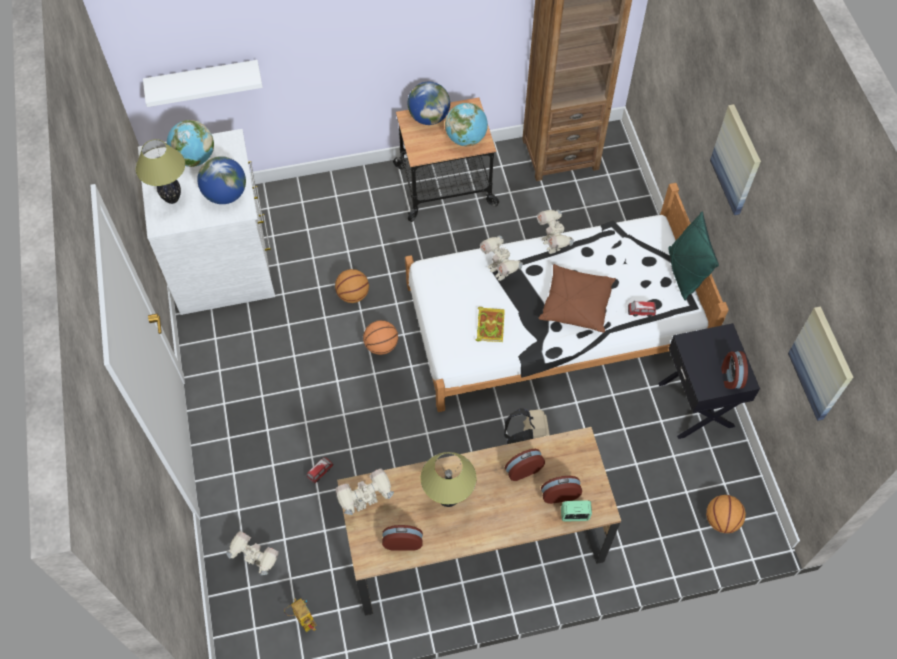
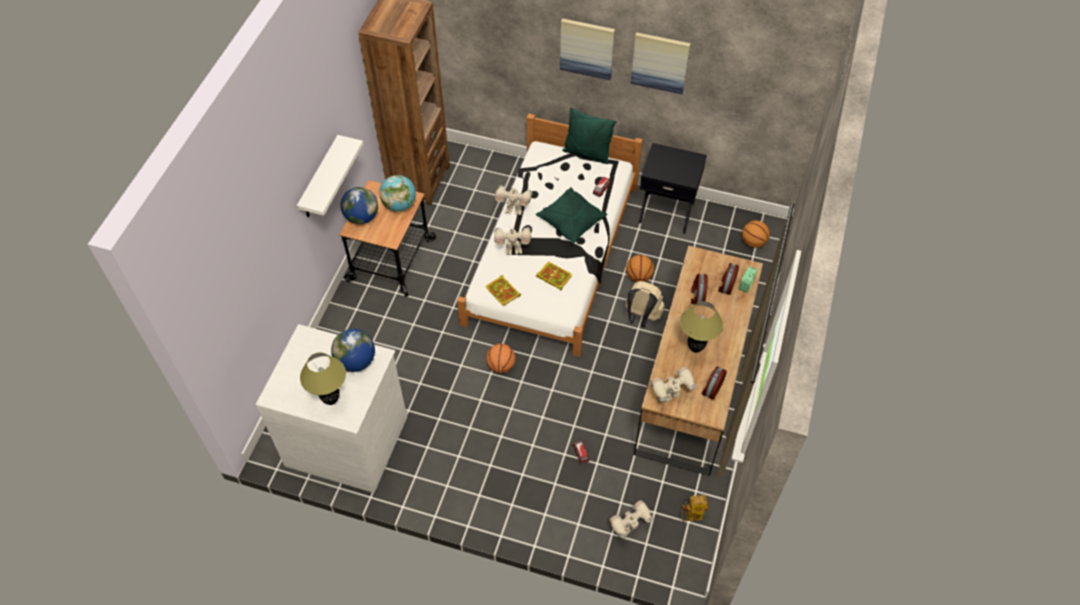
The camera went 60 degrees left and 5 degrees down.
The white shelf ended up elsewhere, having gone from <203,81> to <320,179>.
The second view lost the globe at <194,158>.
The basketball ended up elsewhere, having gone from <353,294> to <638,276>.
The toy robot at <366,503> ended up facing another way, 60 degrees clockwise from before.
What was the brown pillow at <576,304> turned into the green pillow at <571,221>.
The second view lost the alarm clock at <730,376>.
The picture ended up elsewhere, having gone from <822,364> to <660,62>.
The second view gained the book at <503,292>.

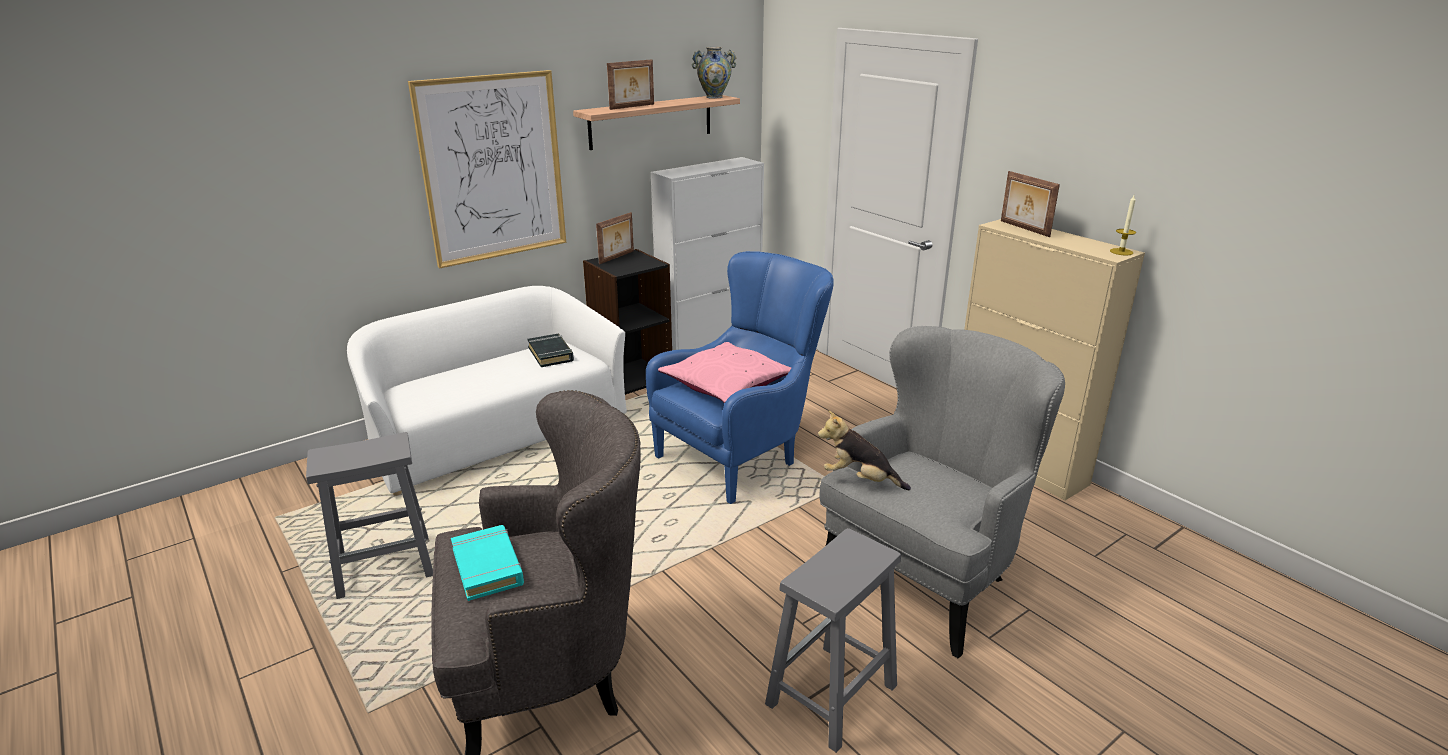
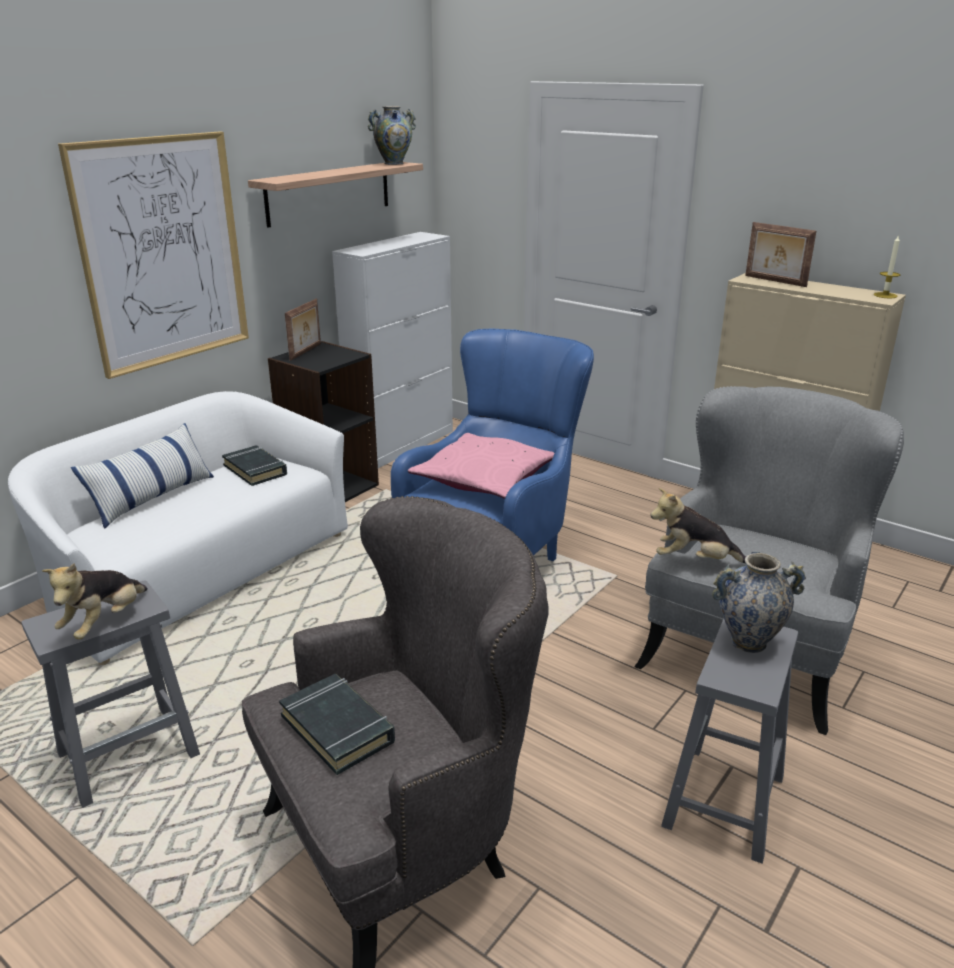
The camera went 15 degrees left and 0 degrees up.
What was the turquoise book at <488,567> turned into the black book at <338,728>.
The second view lost the picture frame at <632,107>.
The second view gained the plush toy at <104,622>.
The second view gained the pillow at <152,498>.
The second view gained the vase at <748,642>.

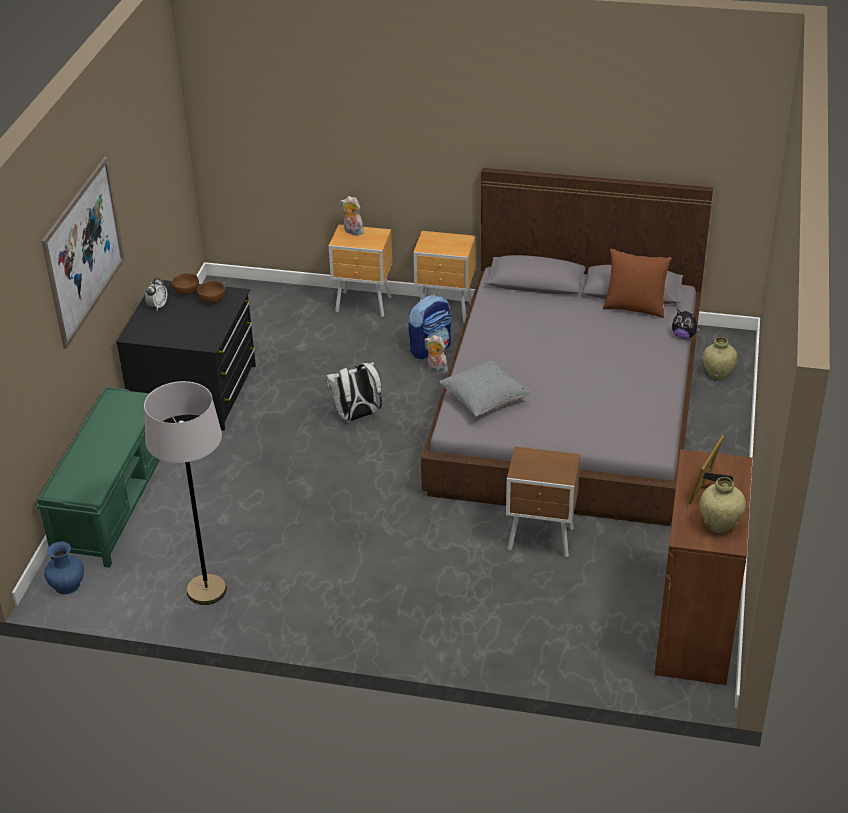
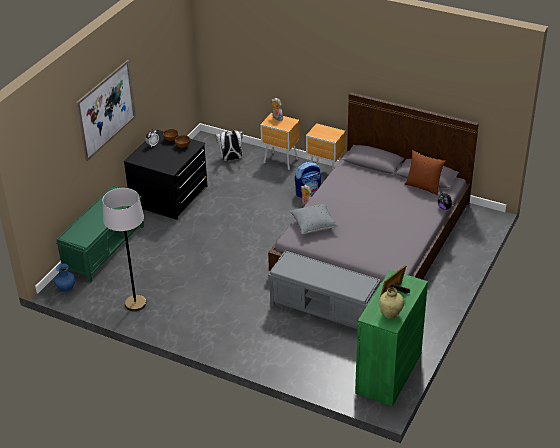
The camera went 15 degrees right and 0 degrees up.
The white backpack ended up elsewhere, having gone from <356,416> to <231,159>.
Where the brown nightstand stood at <542,540>, the grey bench came to stand at <325,310>.
What was the brown cabinet at <694,628> turned into the green cabinet at <388,373>.
The second view lost the beige vase at <717,374>.

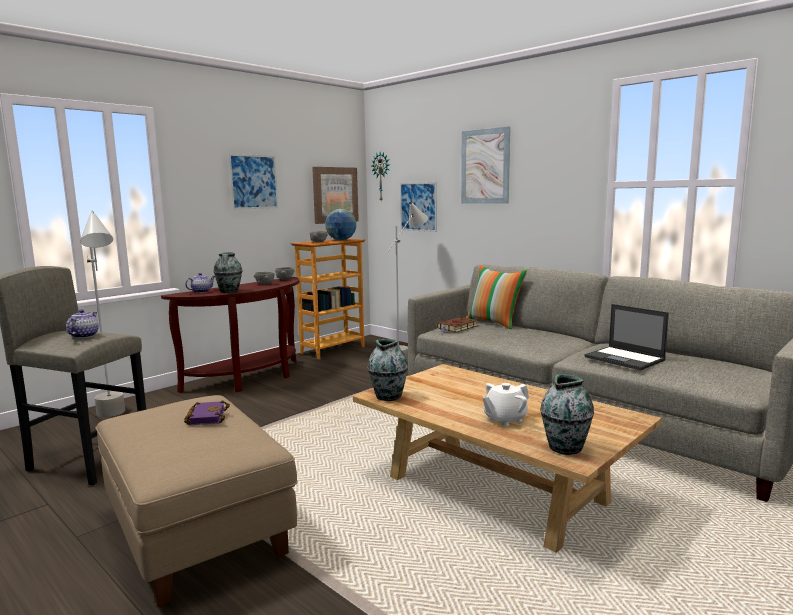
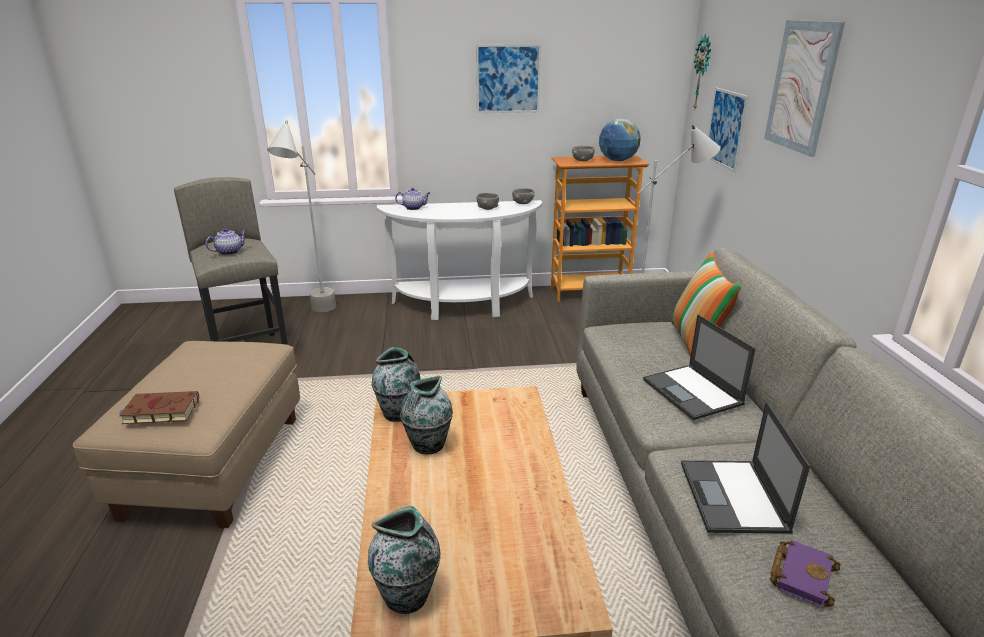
The camera went 40 degrees right and 15 degrees up.
What was the brown console table at <250,379> turned into the white console table at <463,307>.
The purple book ended up elsewhere, having gone from <206,417> to <801,574>.
The vase ended up elsewhere, having gone from <229,292> to <427,445>.
The second view lost the picture at <335,195>.
The brown book ended up elsewhere, having gone from <457,327> to <159,411>.
The second view lost the white teapot at <504,419>.
The second view gained the laptop at <693,392>.

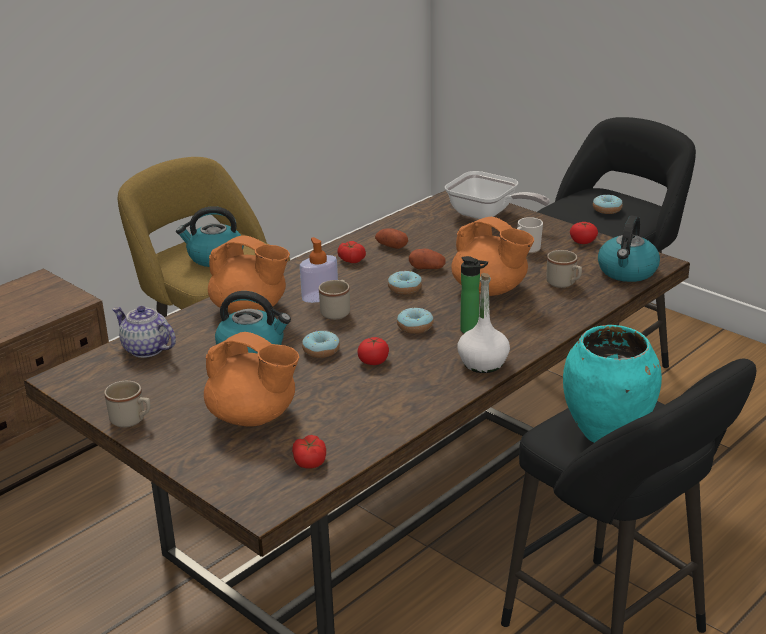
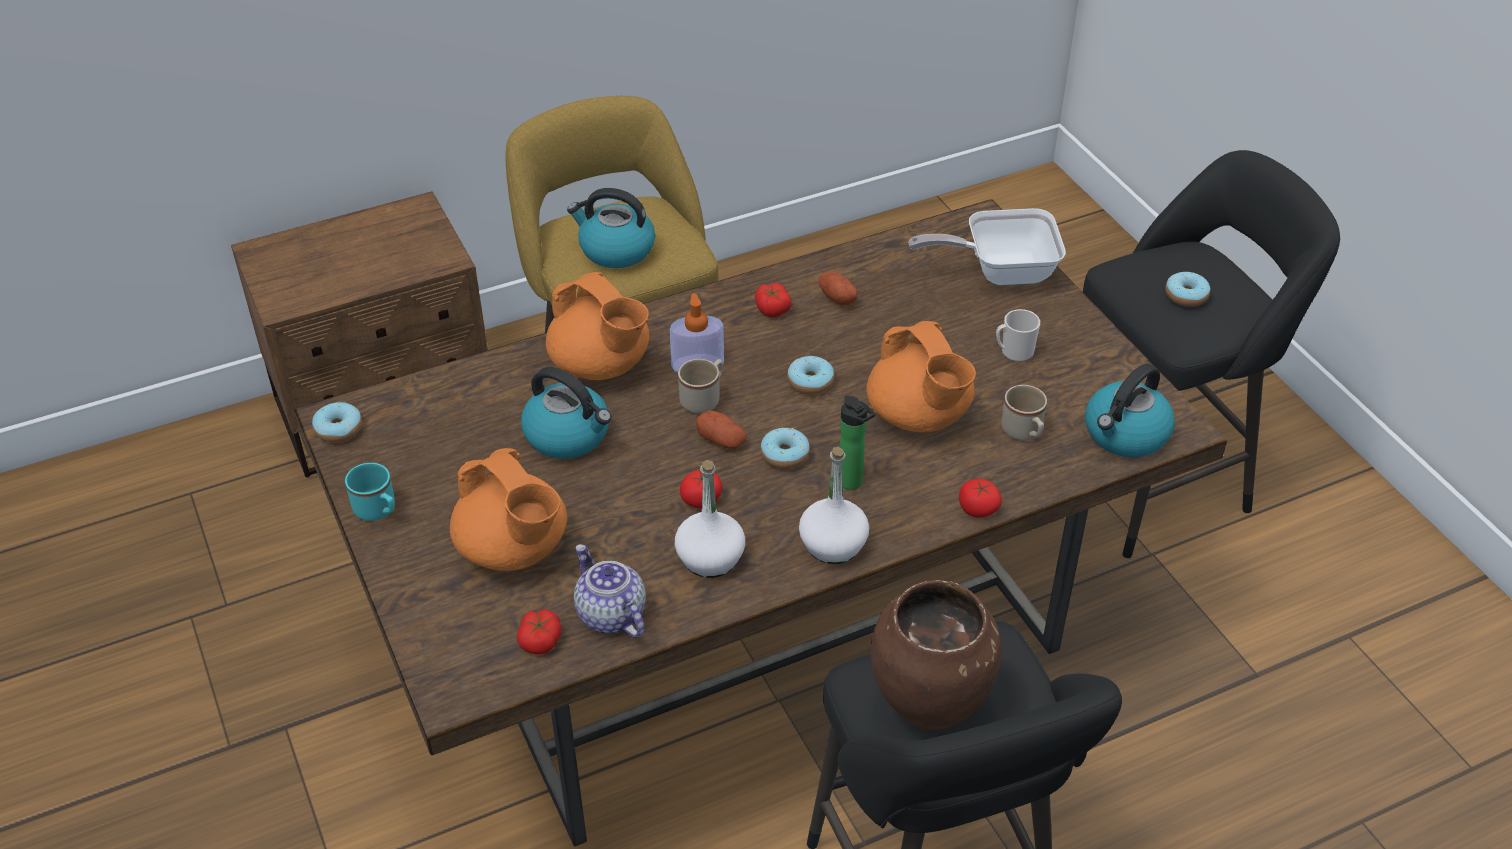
The camera went 20 degrees right and 15 degrees up.
What was the beige mug at <132,420> turned into the turquoise mug at <378,511>.
The teapot ended up elsewhere, having gone from <145,349> to <610,614>.
The donut ended up elsewhere, having gone from <321,351> to <339,429>.
The potato ended up elsewhere, having gone from <427,268> to <721,440>.
The frying pan at <487,215> ended up facing another way, 120 degrees clockwise from before.
What was the turquoise vase at <607,433> turned into the brown vase at <930,705>.
The tomato ended up elsewhere, having gone from <583,241> to <978,508>.
The second view gained the white bottle at <710,558>.

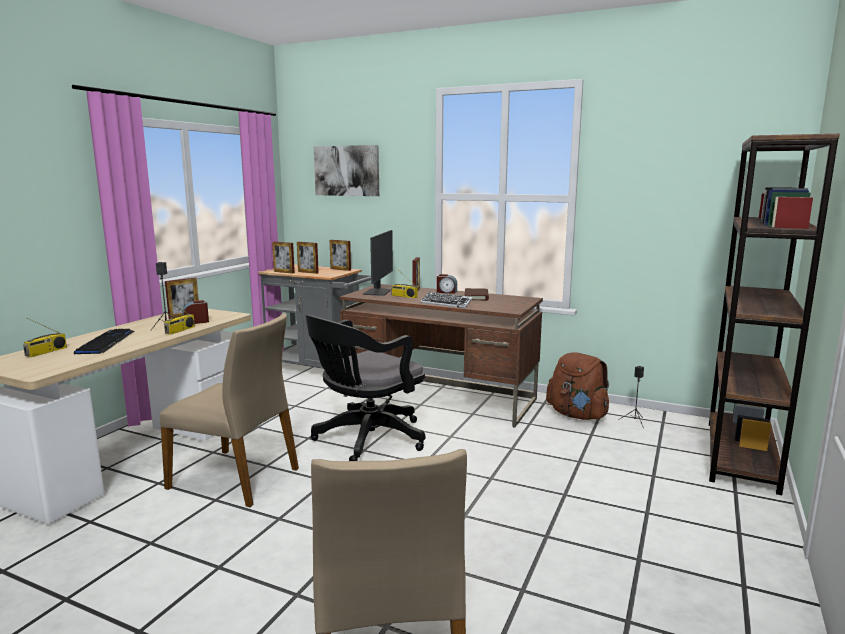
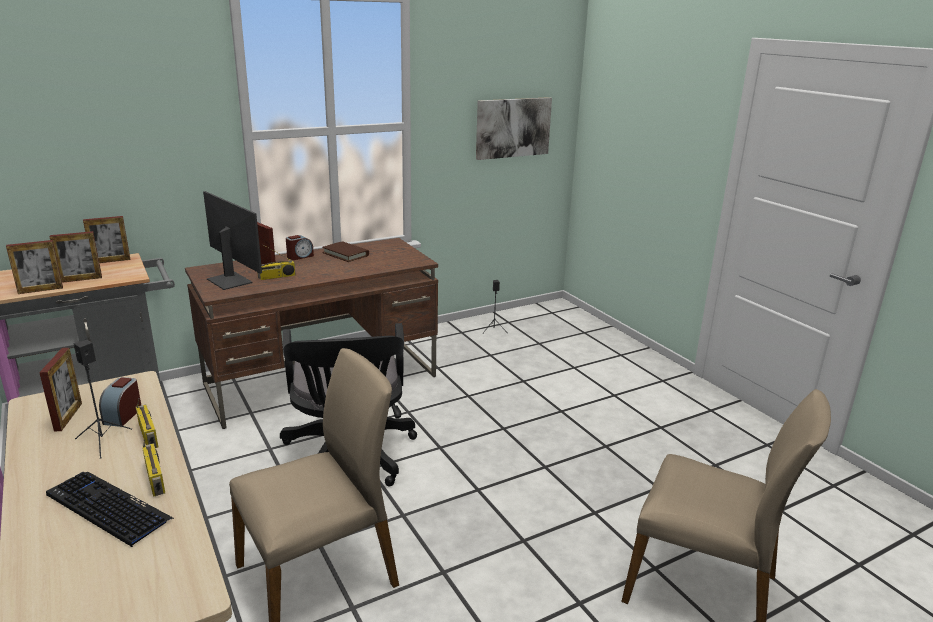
The camera went 55 degrees left and 10 degrees up.
The radio ended up elsewhere, having gone from <46,352> to <156,479>.
The picture ended up elsewhere, having gone from <347,171> to <513,127>.
The second view lost the keyboard at <446,303>.
The second view lost the brown backpack at <577,415>.
The second view lost the brown bookcase at <741,455>.

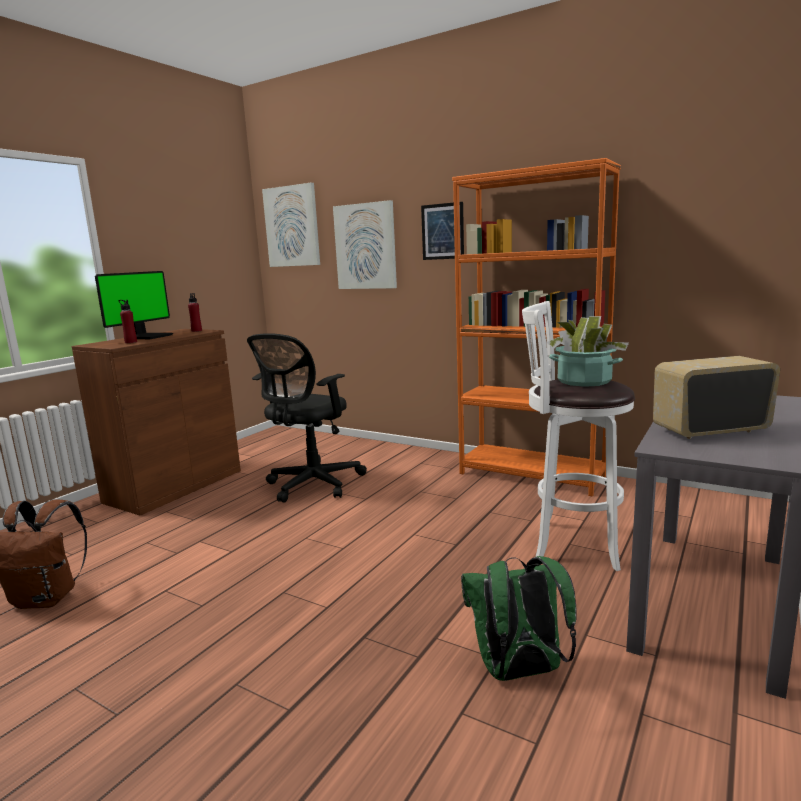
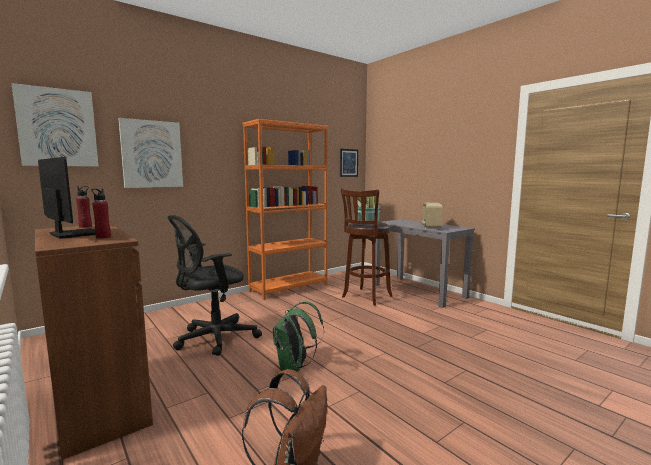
The camera went 70 degrees left and 5 degrees down.
The black office chair at <311,485> ended up facing another way, 90 degrees clockwise from before.
The picture ended up elsewhere, having gone from <442,231> to <349,163>.
The green backpack ended up elsewhere, having gone from <518,672> to <295,367>.
What was the white stool at <571,543> turned into the brown stool at <365,297>.

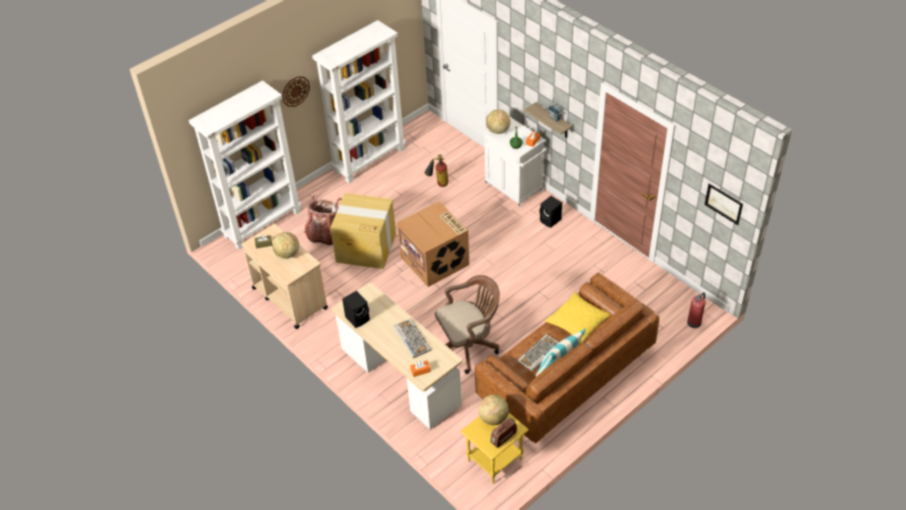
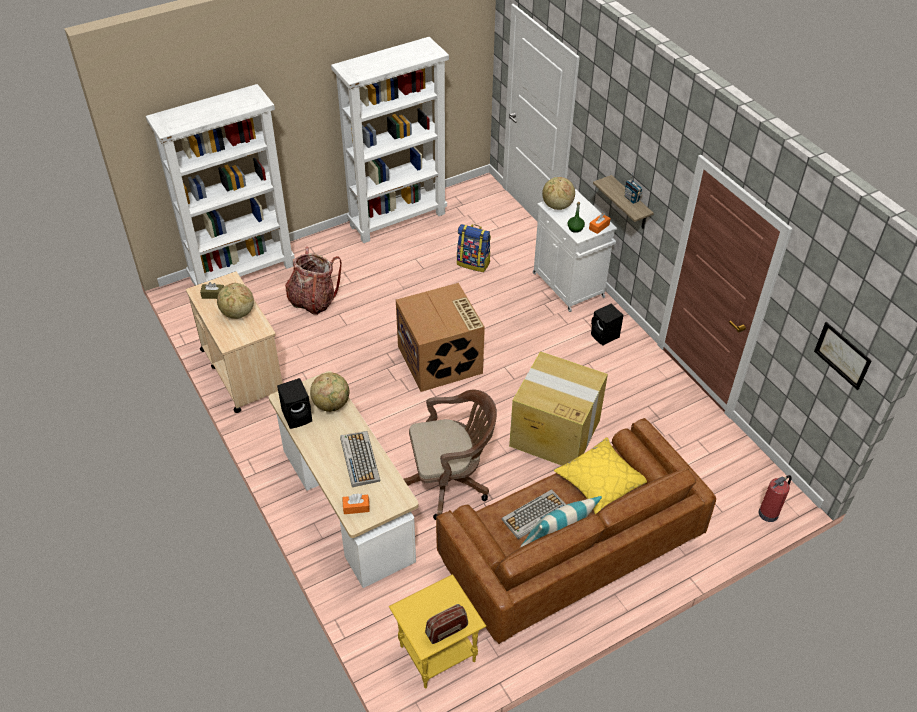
The camera went 10 degrees right and 0 degrees up.
The second view lost the wall clock at <295,91>.
The cardboard box ended up elsewhere, having gone from <365,248> to <554,432>.
Where the fire extinguisher stood at <438,183>, the backpack came to stand at <473,263>.
The globe ended up elsewhere, having gone from <494,418> to <331,404>.

